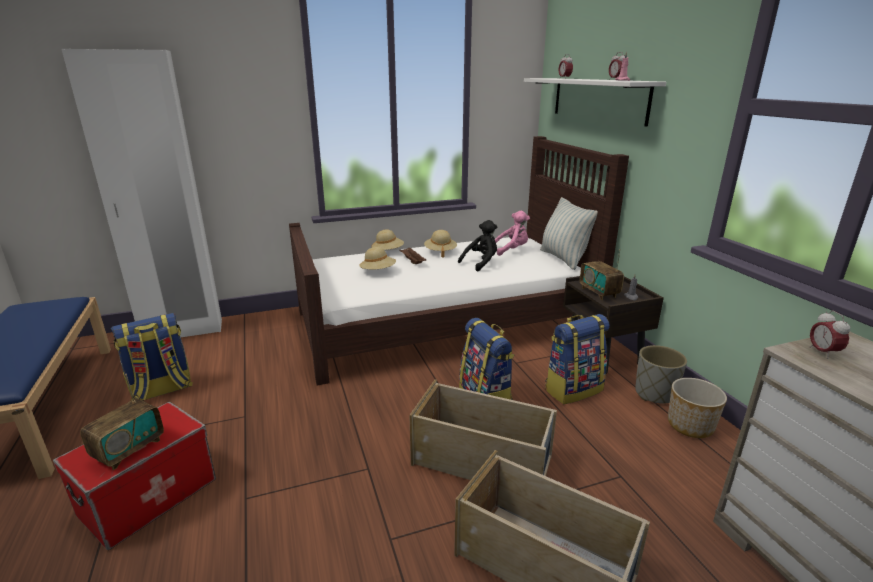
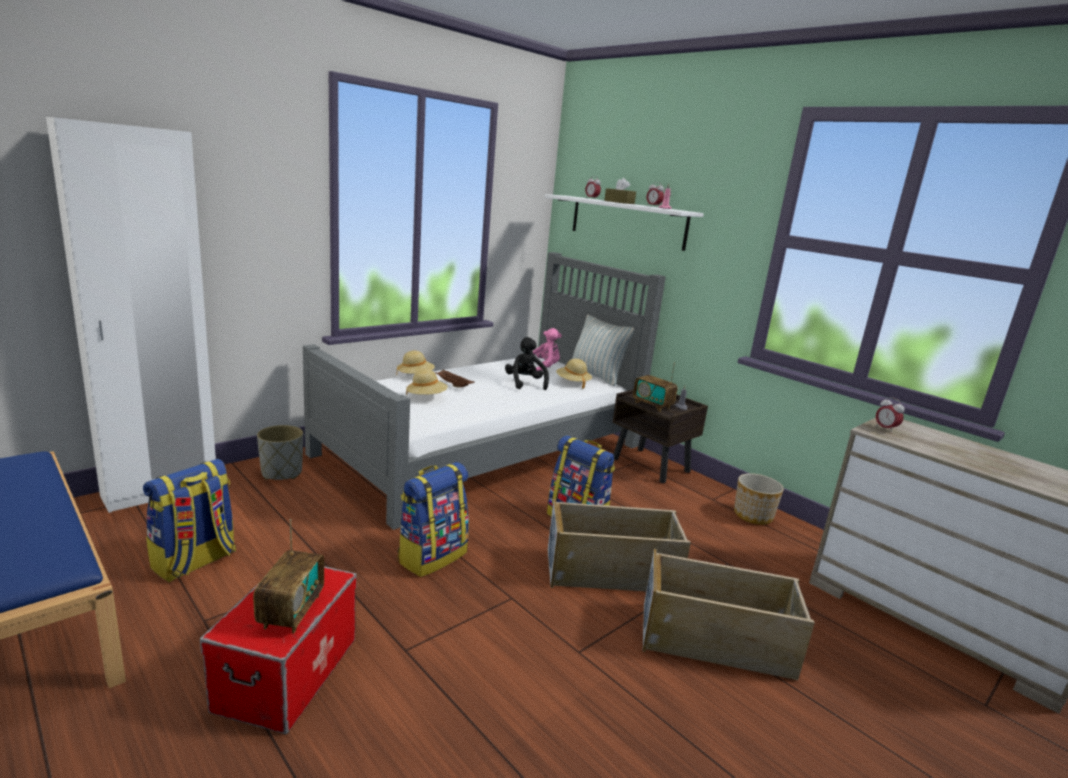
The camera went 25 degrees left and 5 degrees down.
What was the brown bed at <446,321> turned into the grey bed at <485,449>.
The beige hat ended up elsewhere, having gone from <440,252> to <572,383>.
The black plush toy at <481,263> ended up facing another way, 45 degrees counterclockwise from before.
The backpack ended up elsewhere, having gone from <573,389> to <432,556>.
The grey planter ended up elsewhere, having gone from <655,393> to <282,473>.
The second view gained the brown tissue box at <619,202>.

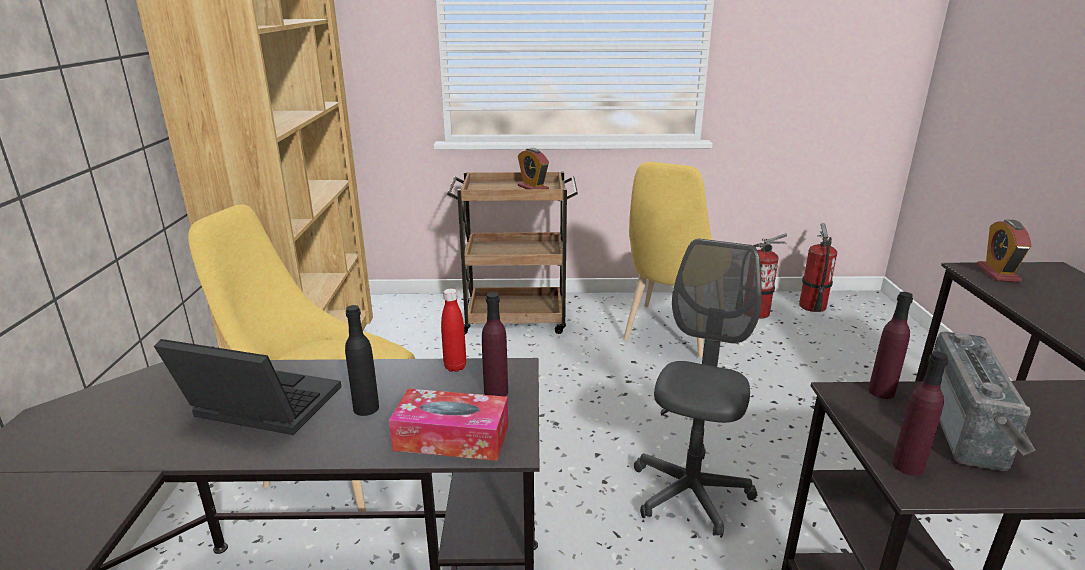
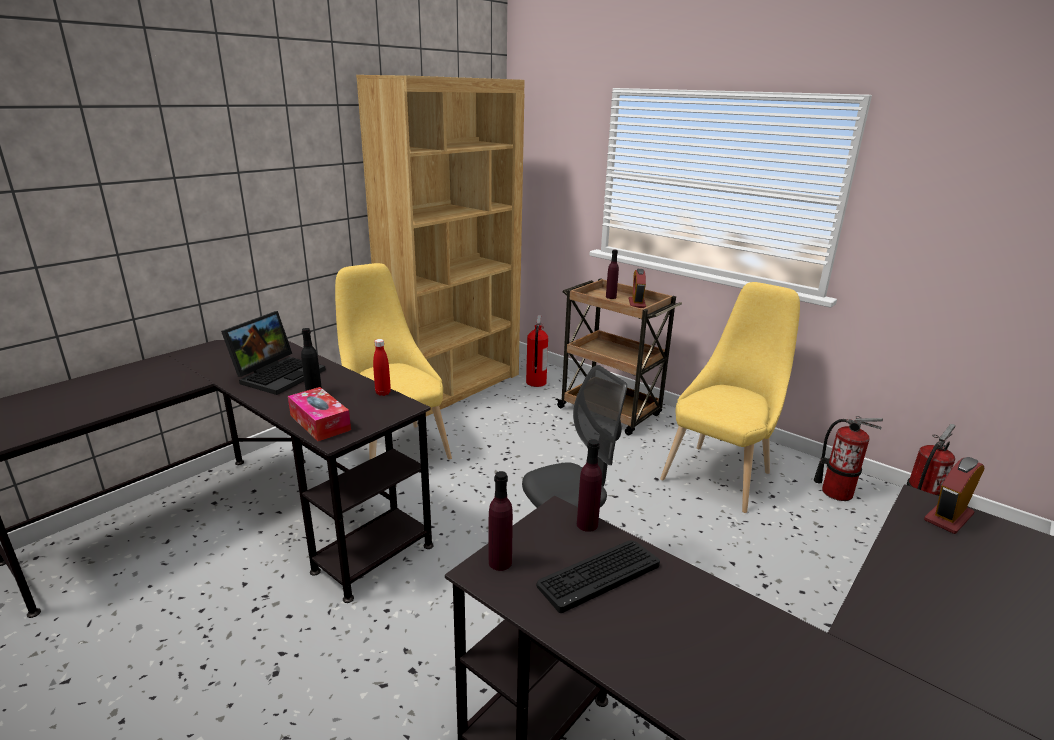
The camera went 40 degrees right and 0 degrees up.
The laptop at <258,408> ended up facing another way, 60 degrees clockwise from before.
The purple bottle ended up elsewhere, having gone from <496,392> to <611,297>.
The yellow chair at <670,334> ended up facing another way, 150 degrees clockwise from before.
Where the radio stood at <971,427>, the keyboard came to stand at <598,574>.
The second view gained the fire extinguisher at <535,383>.

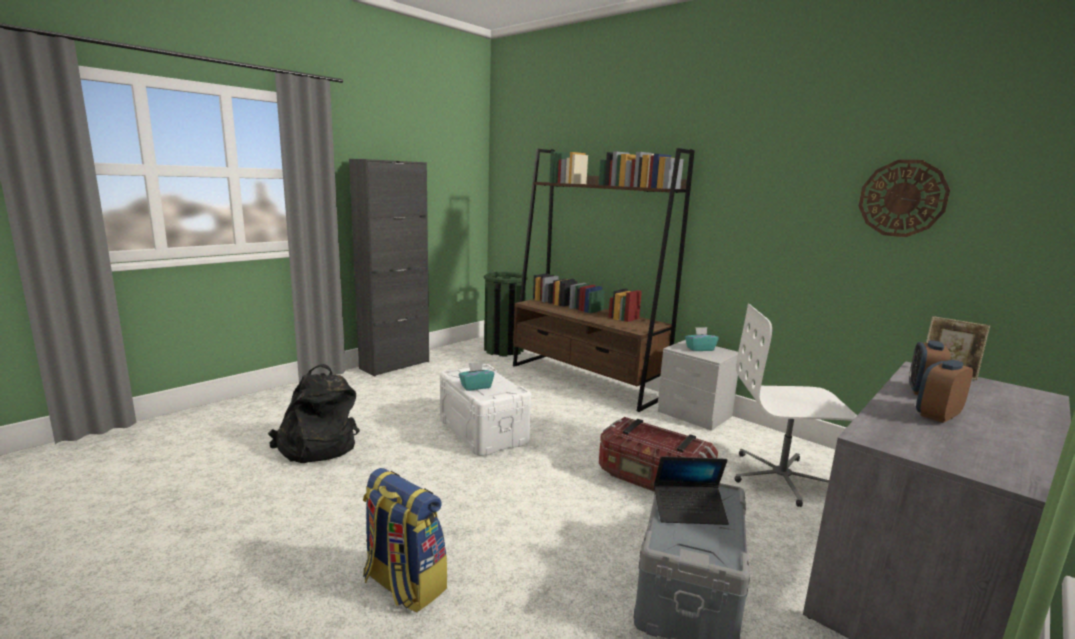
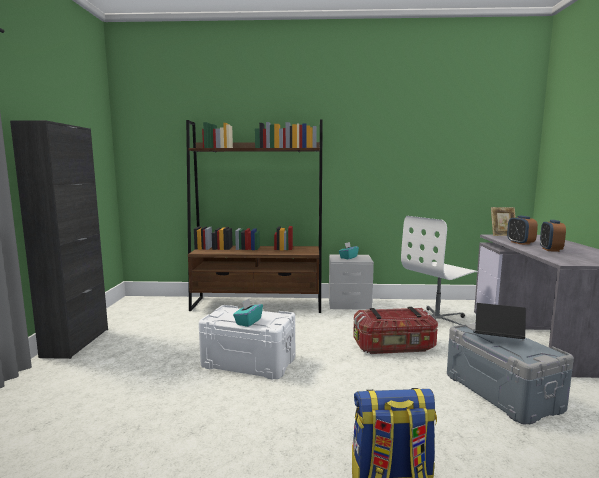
The camera went 40 degrees left and 5 degrees down.
The second view lost the black backpack at <316,446>.
The second view lost the green trash can at <504,350>.
The laptop at <689,510> ended up facing another way, 120 degrees counterclockwise from before.
The second view lost the wall clock at <902,198>.

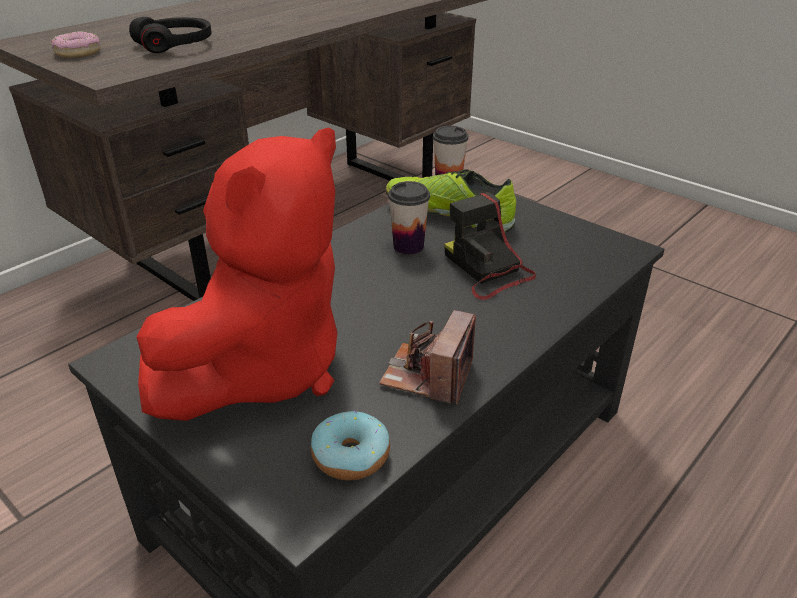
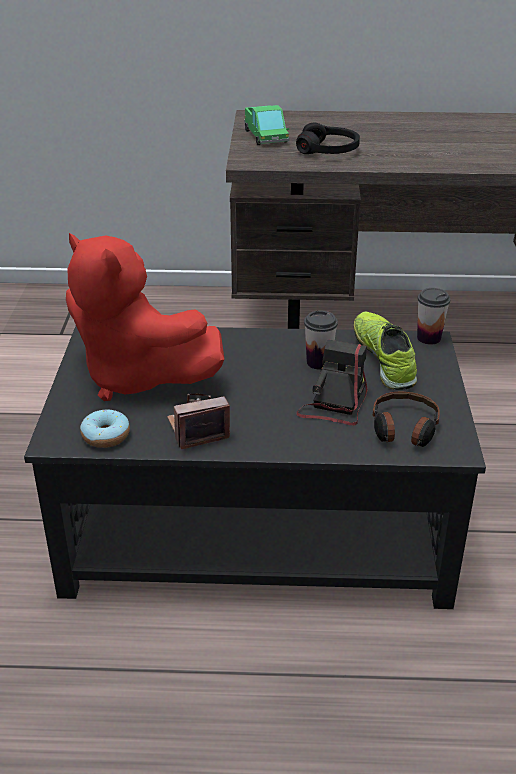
The camera went 50 degrees right and 0 degrees up.
Where the donut stood at <78,52>, the toy truck came to stand at <266,136>.
The red plush toy at <262,369> ended up facing another way, 45 degrees clockwise from before.
The second view gained the headphones at <404,429>.

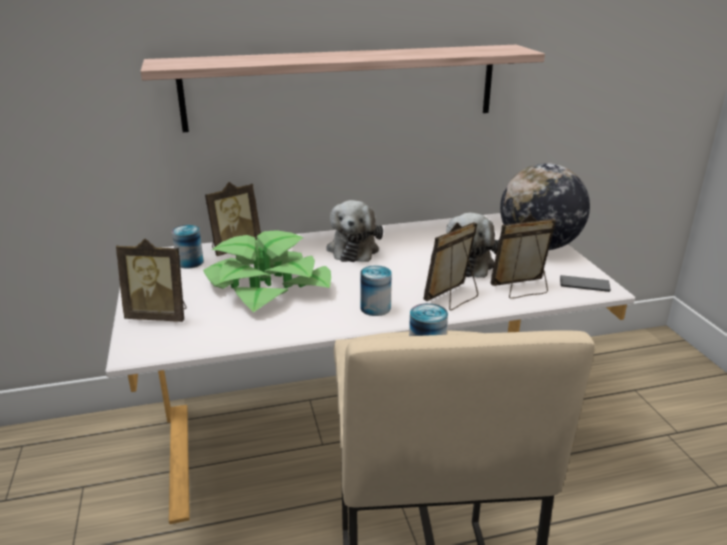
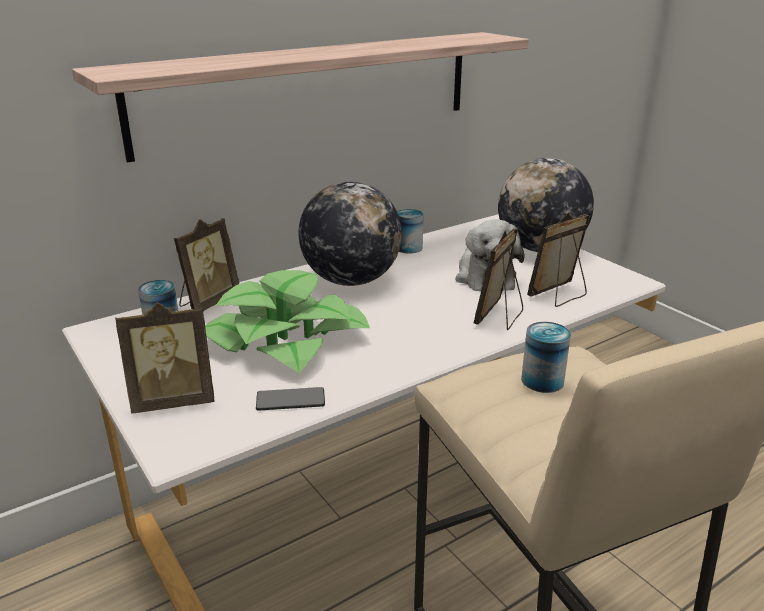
The camera went 20 degrees left and 0 degrees up.
Where the plush toy stood at <353,248>, the globe came to stand at <351,280>.
The can ended up elsewhere, having gone from <375,308> to <408,248>.
The phone ended up elsewhere, having gone from <584,284> to <290,400>.

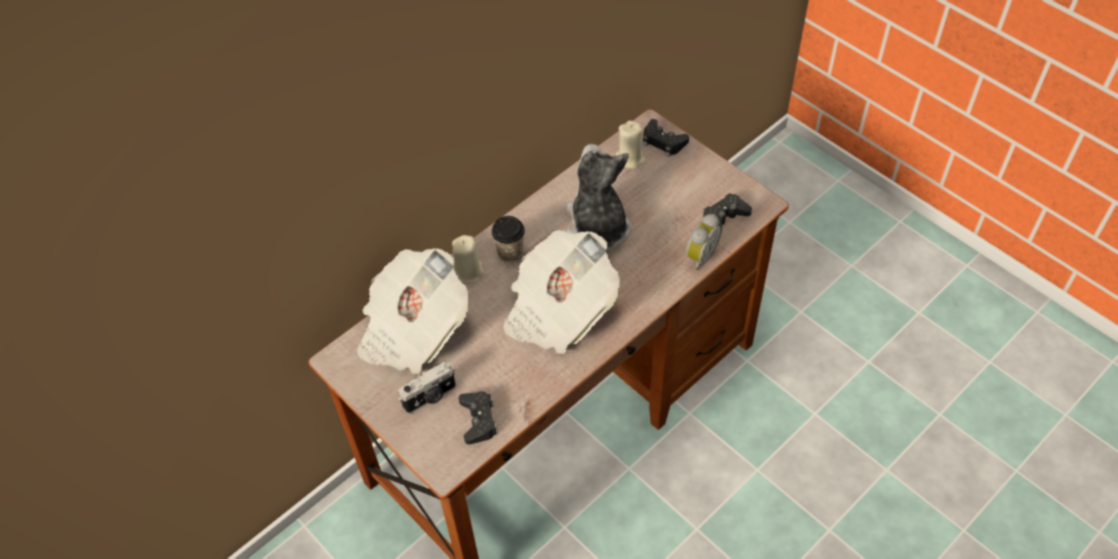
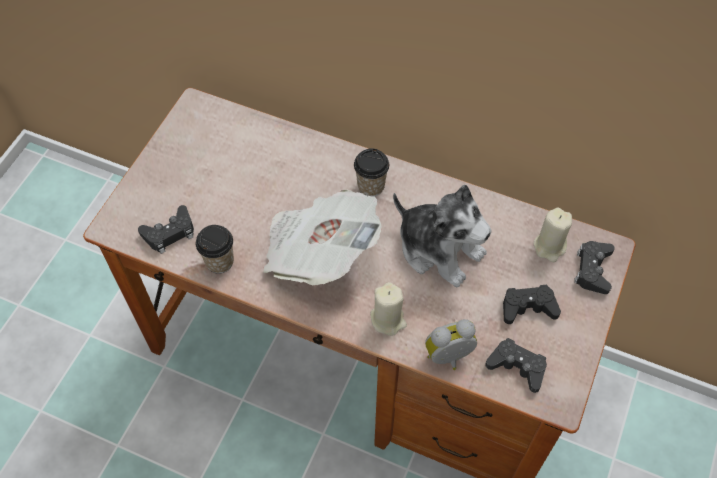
The camera went 65 degrees right and 5 degrees up.
The second view lost the newspaper at <412,330>.
The second view lost the photo camera at <430,397>.
The beige candle ended up elsewhere, having gone from <468,272> to <388,320>.
The plush toy at <597,227> ended up facing another way, 75 degrees clockwise from before.
The alarm clock at <699,256> ended up facing another way, 150 degrees clockwise from before.
The second view gained the cup at <219,261>.
The second view gained the black game controller at <528,307>.

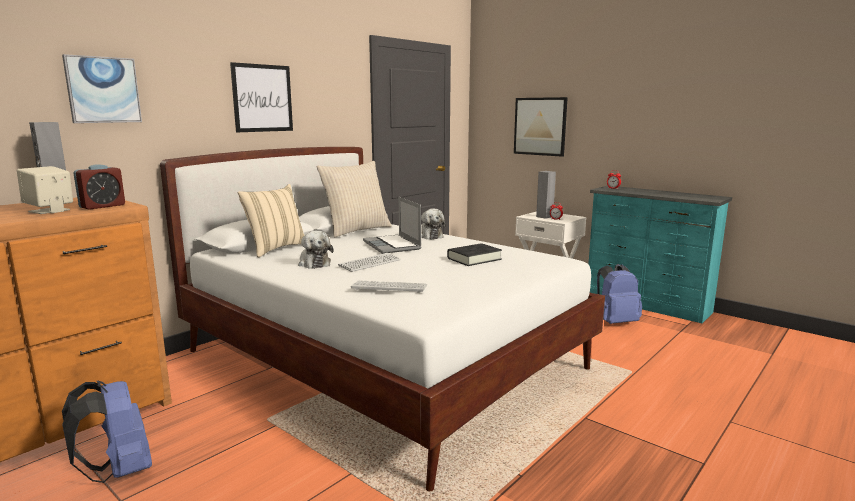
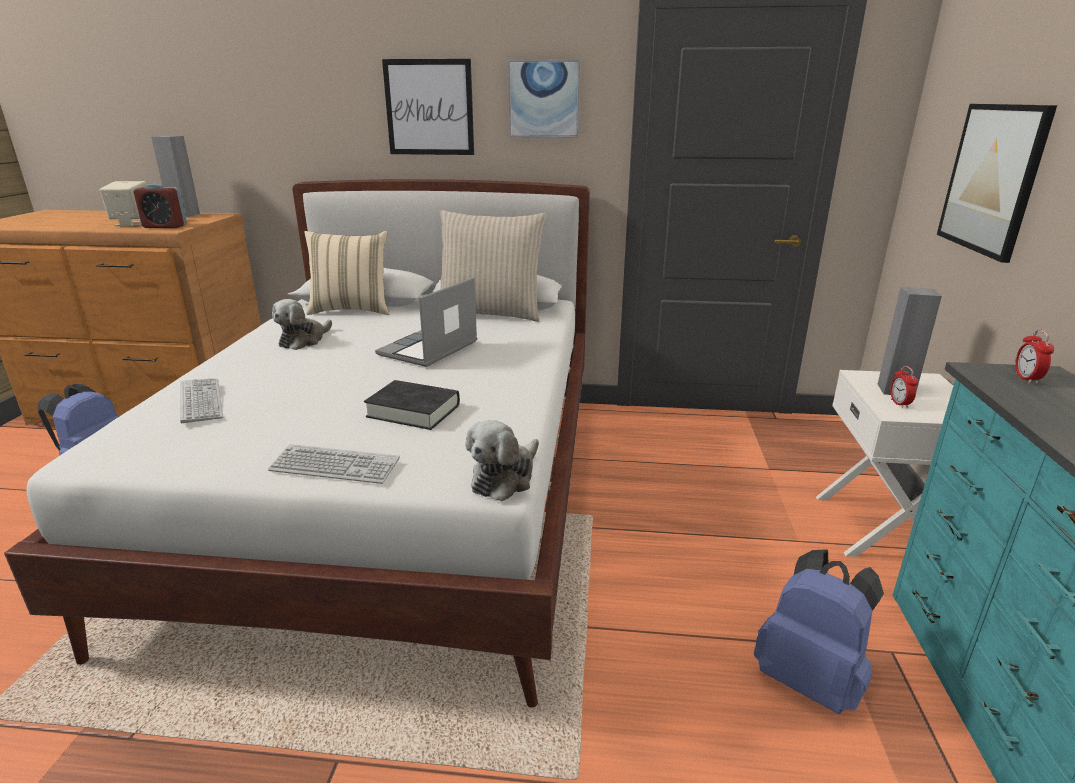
The camera went 55 degrees right and 10 degrees up.
The picture ended up elsewhere, having gone from <103,90> to <544,99>.
The keyboard ended up elsewhere, having gone from <370,263> to <335,466>.
The plush toy ended up elsewhere, having gone from <429,235> to <505,478>.

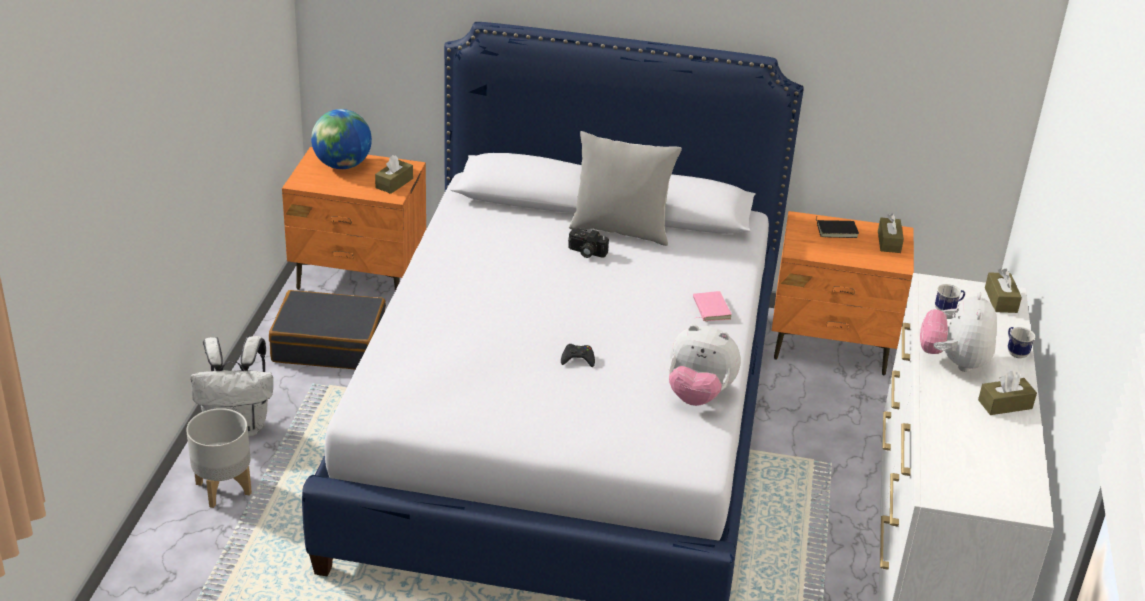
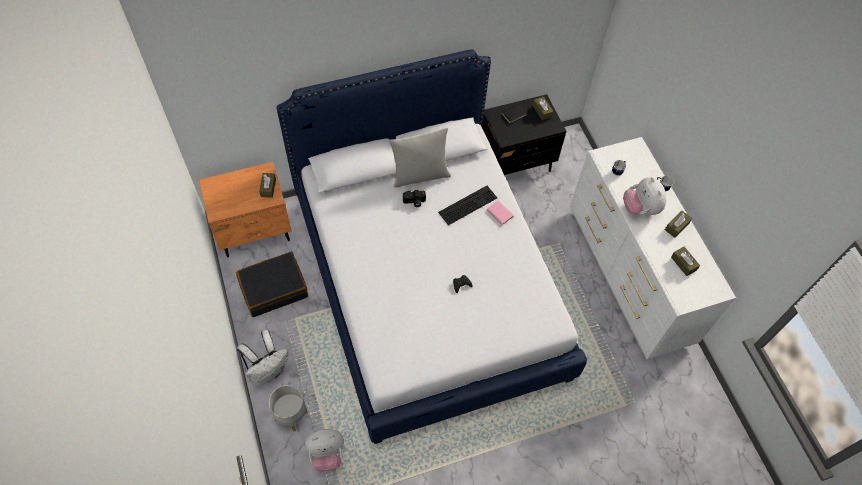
The camera went 30 degrees left and 25 degrees up.
The second view lost the globe at <342,165>.
The plush toy ended up elsewhere, having gone from <698,395> to <327,454>.
What was the orange nightstand at <831,345> turned into the black nightstand at <516,162>.
The brown tissue box ended up elsewhere, having gone from <1001,300> to <683,263>.
The second view gained the keyboard at <467,204>.

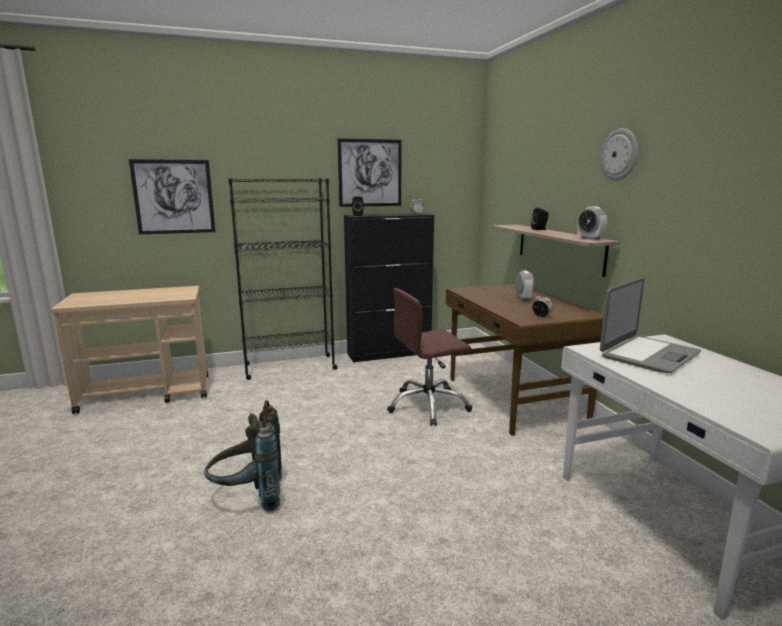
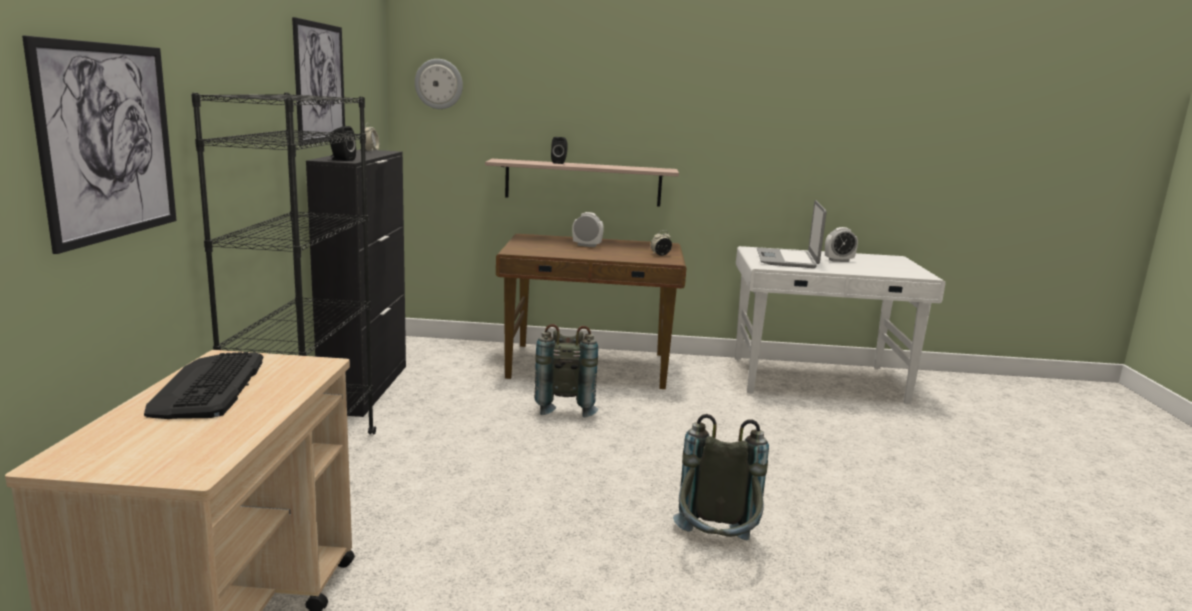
The camera went 70 degrees left and 0 degrees up.
Where the brown office chair stood at <428,406>, the grey backpack came to stand at <565,406>.
The alarm clock ended up elsewhere, having gone from <590,239> to <838,260>.
The laptop at <648,355> ended up facing another way, 150 degrees counterclockwise from before.
The wall clock ended up elsewhere, having gone from <620,154> to <439,84>.
The second view gained the keyboard at <208,387>.

